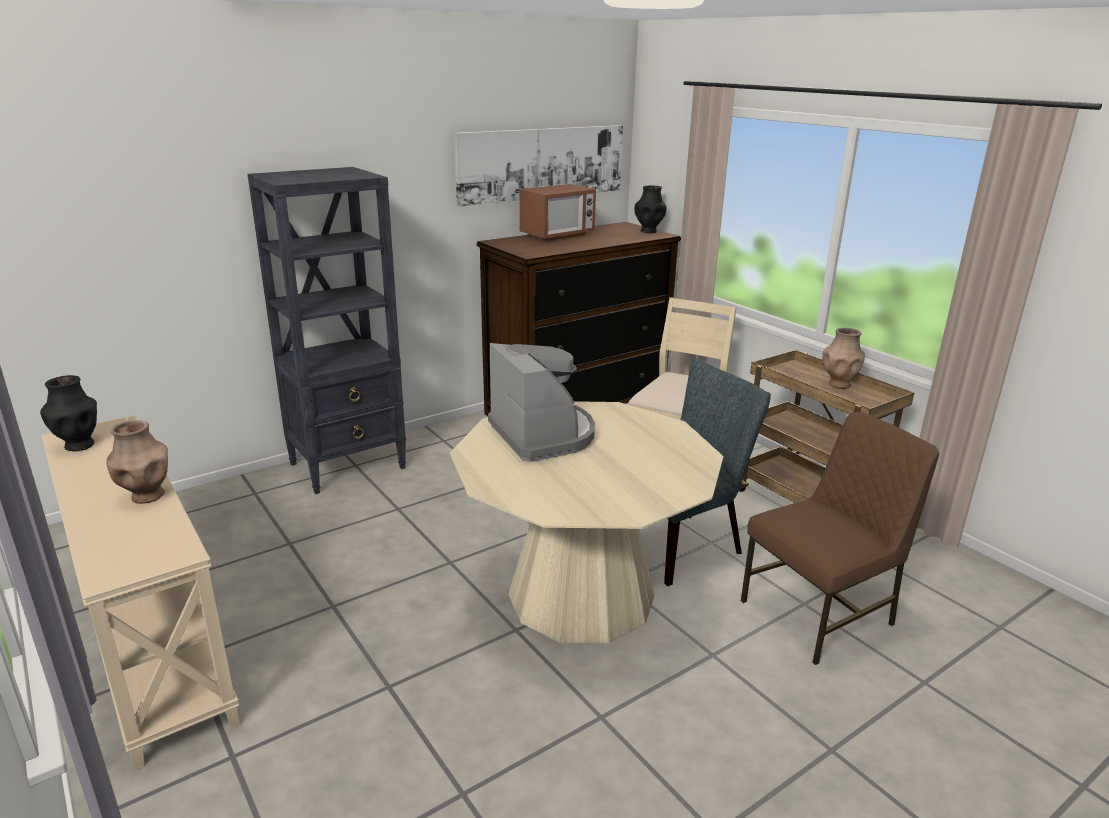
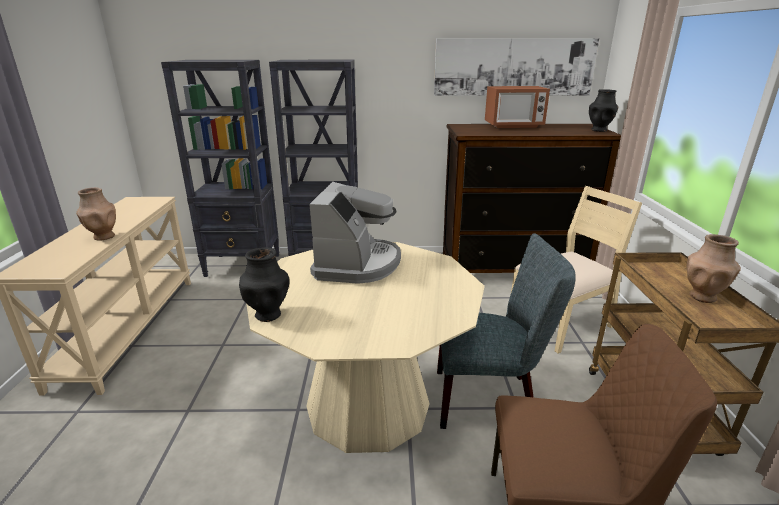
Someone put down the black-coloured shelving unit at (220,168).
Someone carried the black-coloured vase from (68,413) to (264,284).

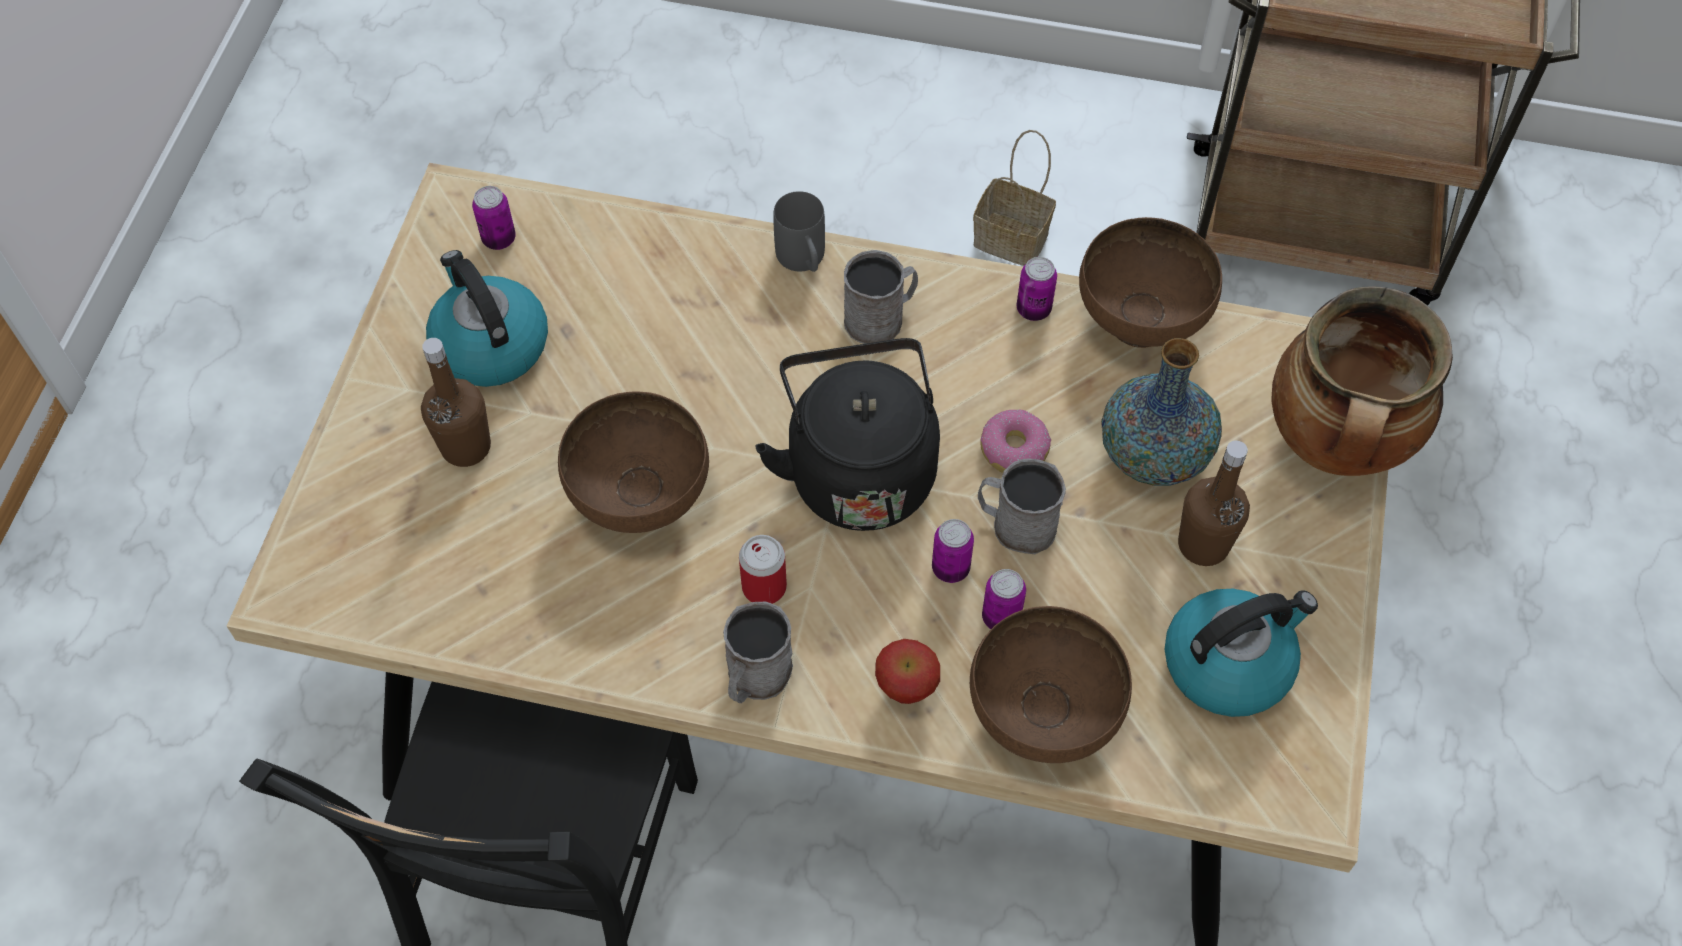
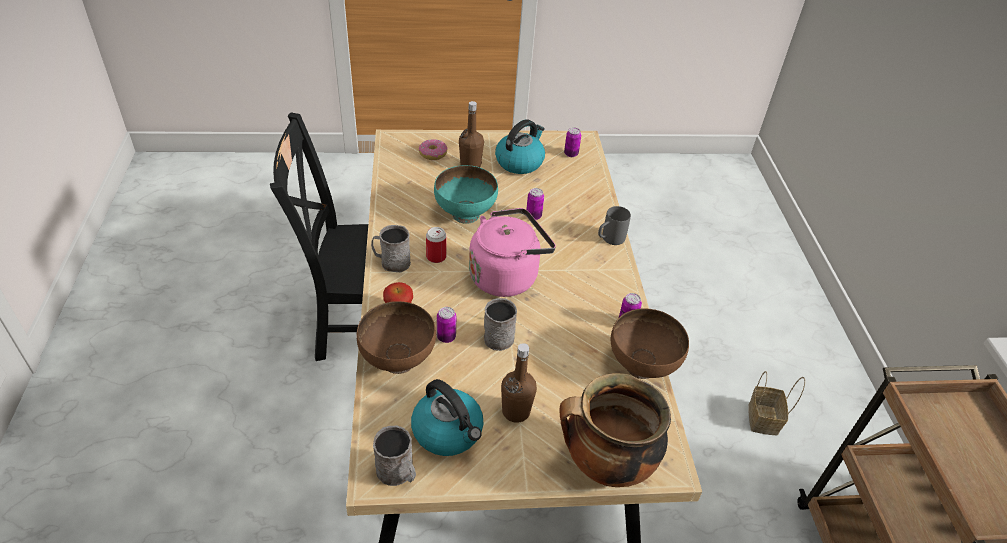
Someone carried the grey coffee mug from (881,297) to (394,456).
Someone carried the doughnut from (1015,441) to (433,149).
Someone repainted the brown-coloured serving bowl at (633,462), which became the turquoise-coloured serving bowl at (466,194).
Someone repainted the black-coloured kettle at (847,434), which became the pink-coloured kettle at (512,252).
Someone carried the sealed can from (953,551) to (535,204).
Someone took away the vase at (1161,412).

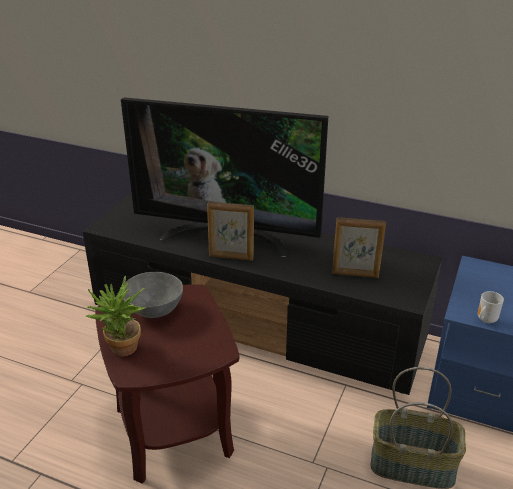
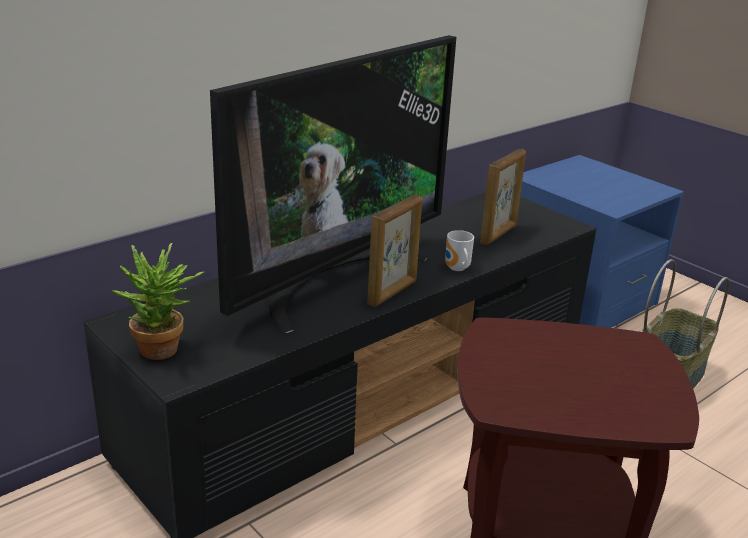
Someone carried the houseplant from (116,316) to (158,301).
Someone carried the coffee mug from (491,307) to (459,250).
Someone took away the grey serving bowl at (153,295).

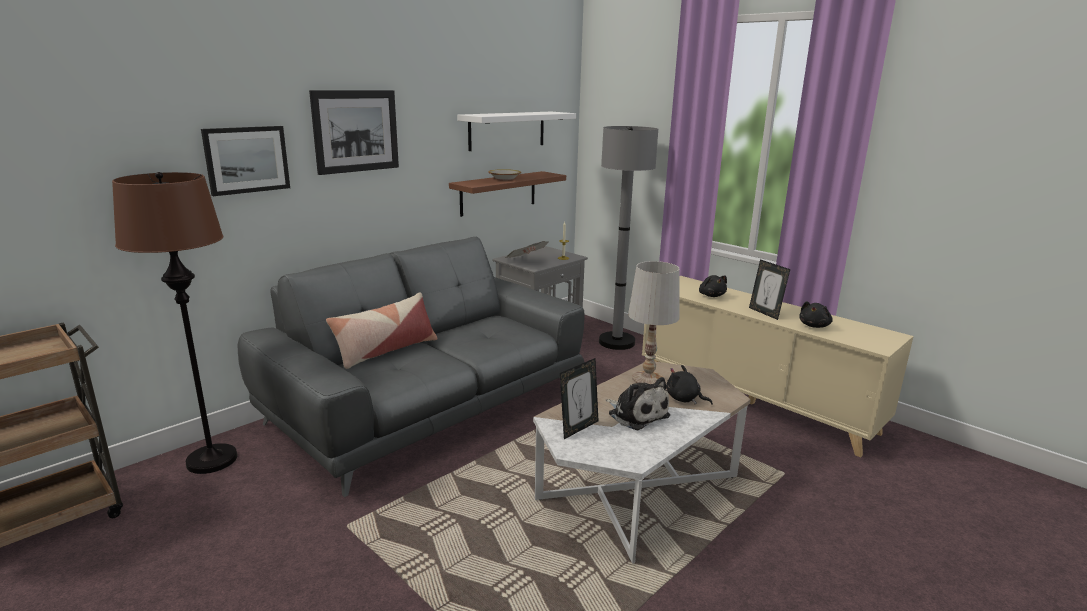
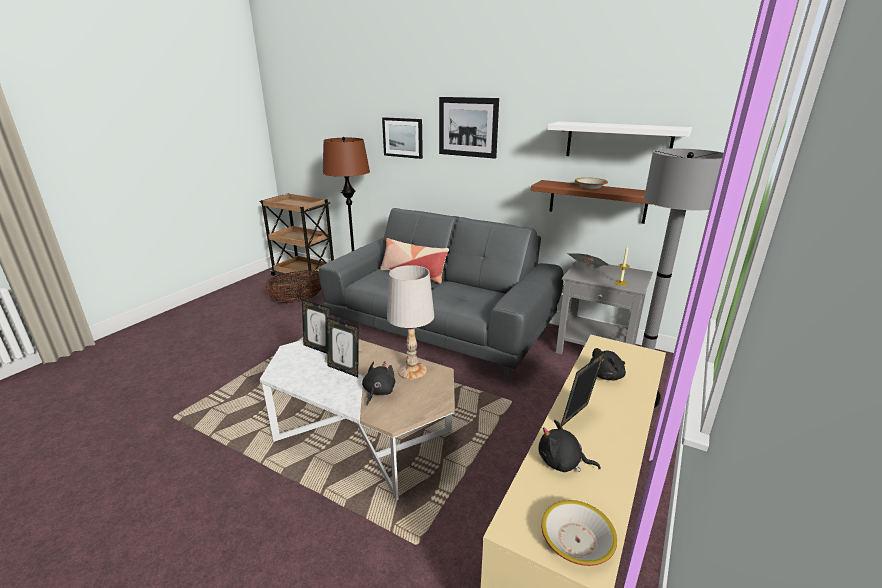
Someone put down the basket at (293,286).
Someone swapped the cuddly toy at (638,403) for the picture frame at (343,347).
Someone put down the serving bowl at (579,533).

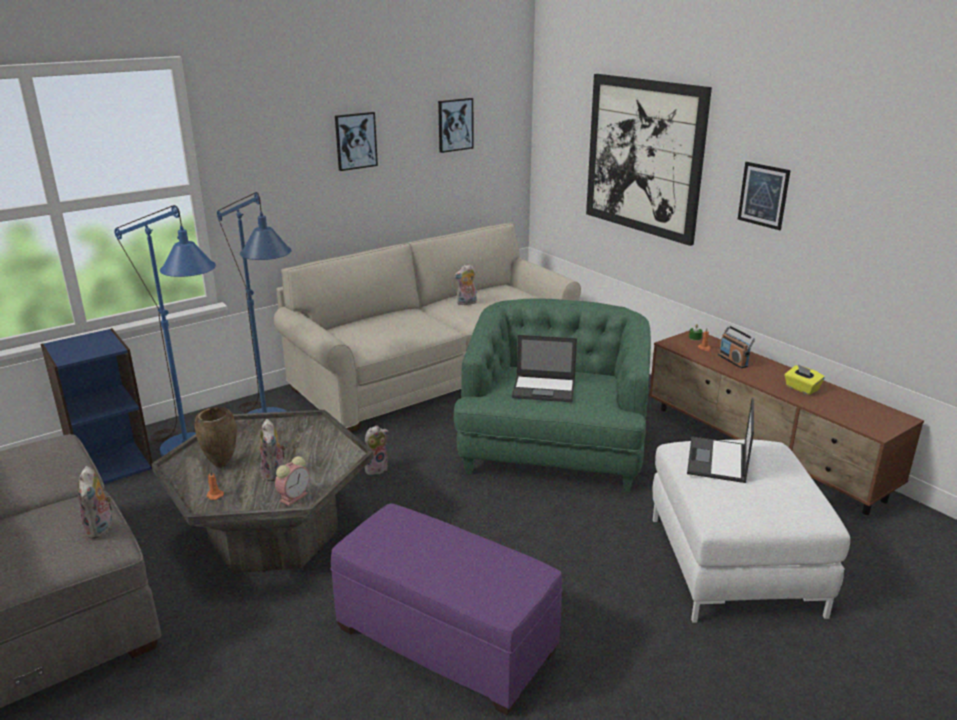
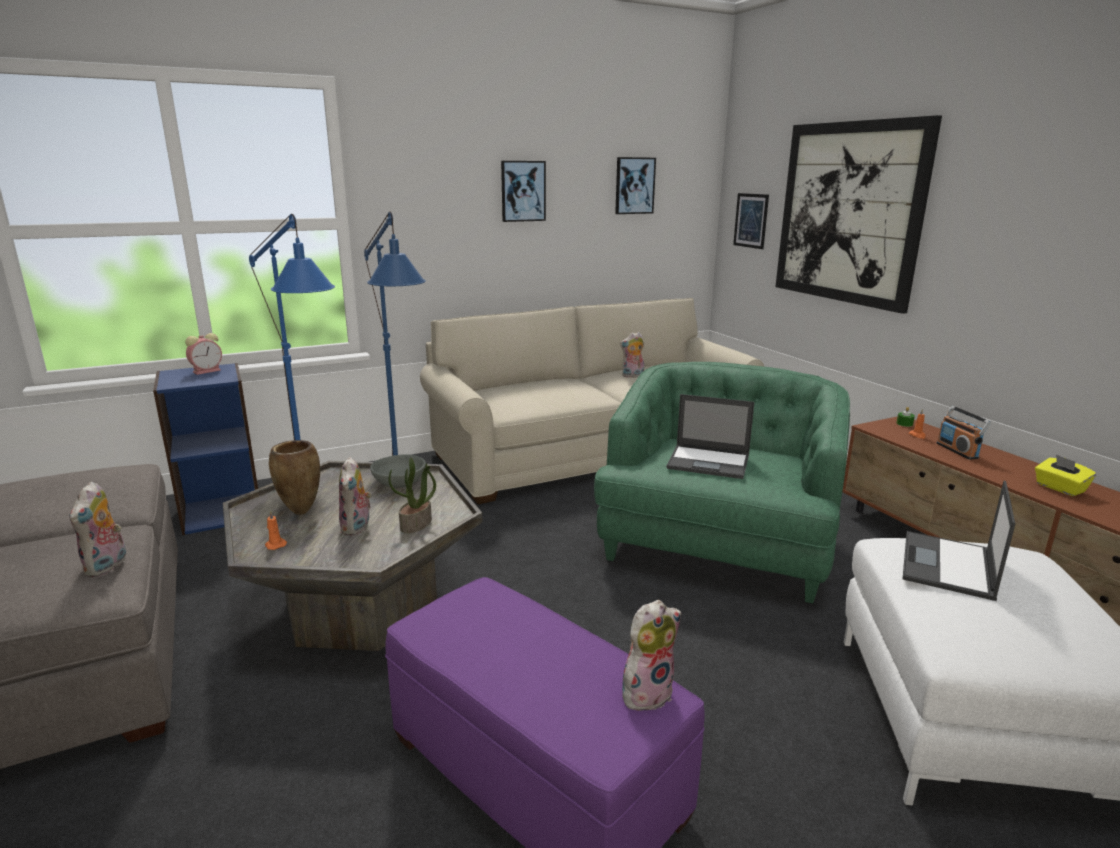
Someone carried the alarm clock from (292,481) to (203,354).
Someone put down the grey serving bowl at (398,471).
Someone put down the houseplant at (412,495).
Someone carried the cuddly toy from (376,450) to (651,657).
Someone carried the wall art from (764,196) to (751,221).

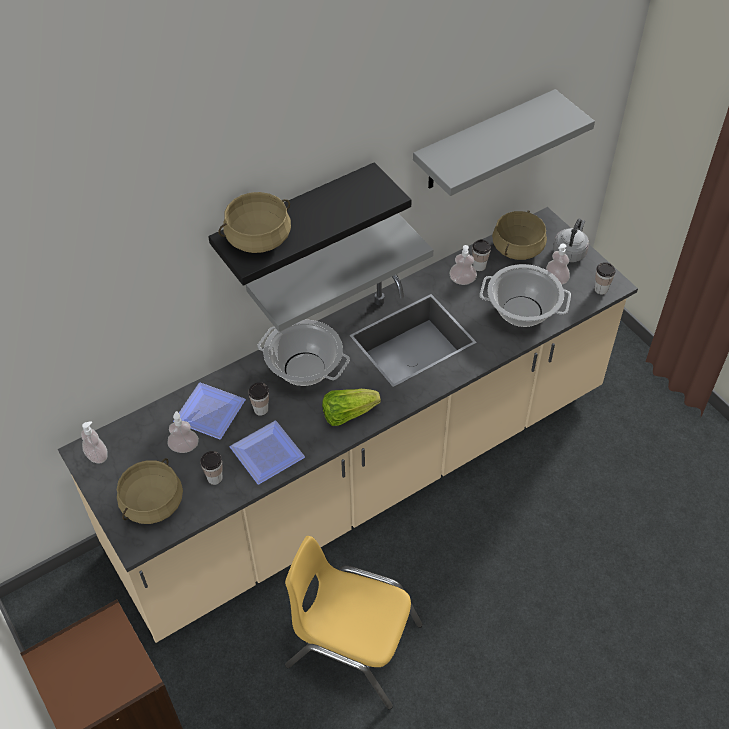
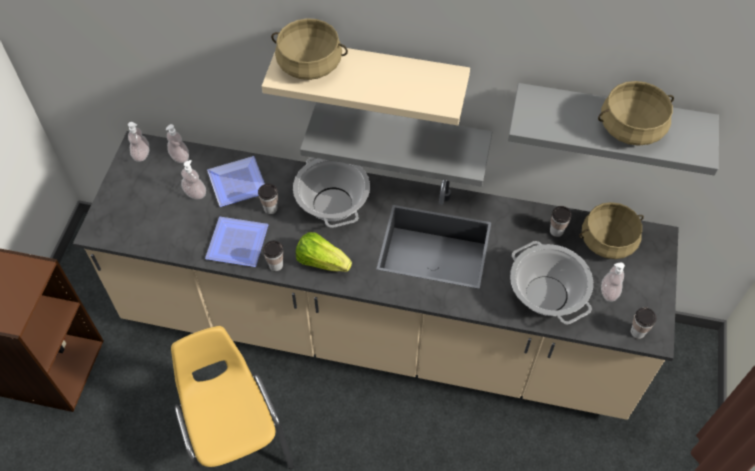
Someone carried the liquid soap bottle from (463,265) to (177,143).
Someone repainted the black-coloured bracket shelf at (310,224), which became the beige-coloured bracket shelf at (366,86).
Someone carried the cup from (211,468) to (273,256).
Someone carried the beige-coloured cooking pot from (150,491) to (636,113).
Someone took away the grey kettle at (571,240).

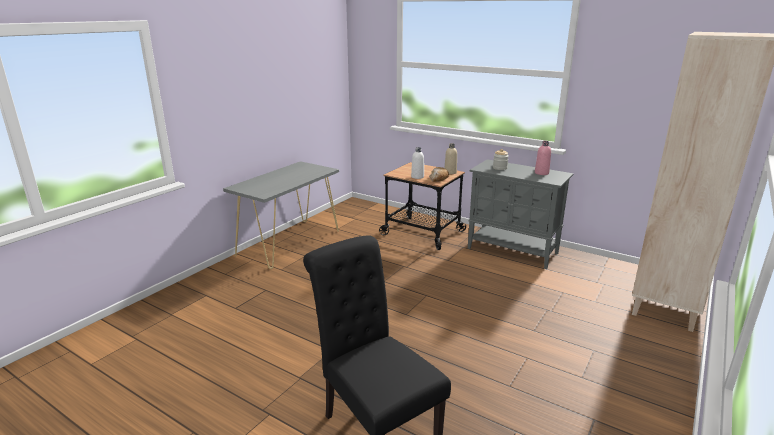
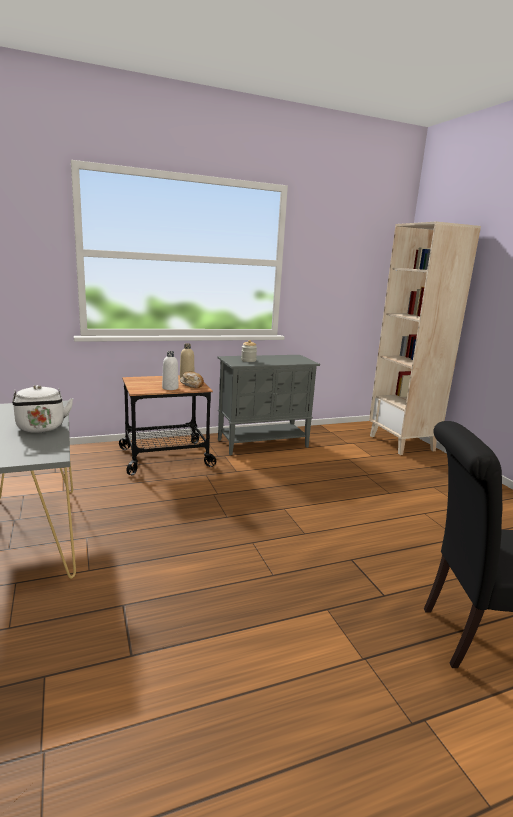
Someone put down the white kettle at (42,409).
Someone took away the pink-coloured bottle at (543,158).

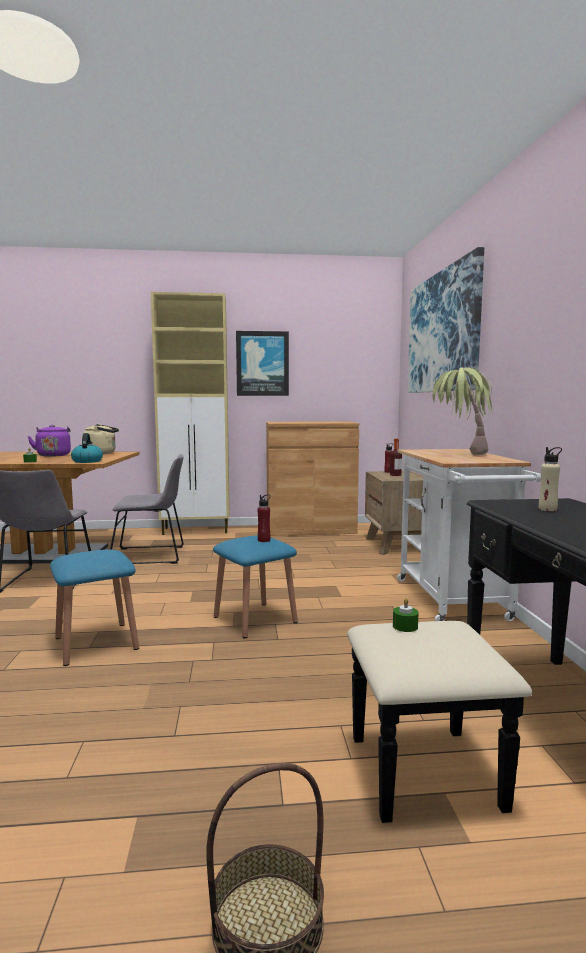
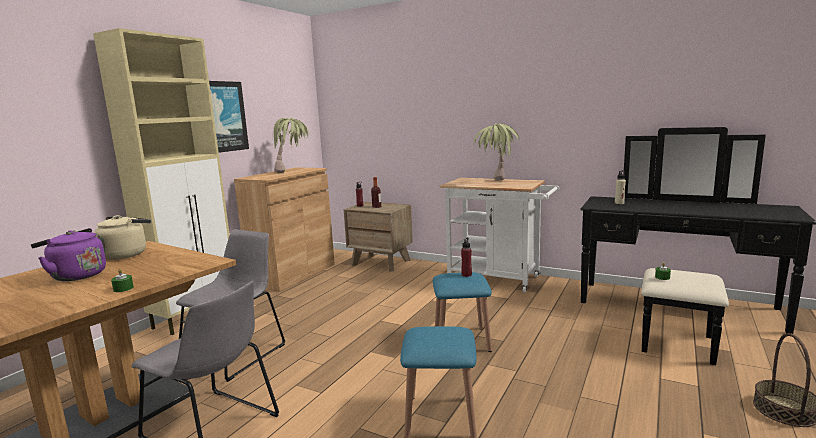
Someone put down the houseplant at (290,145).
Someone took away the kettle at (87,448).
Someone took away the wall art at (446,320).

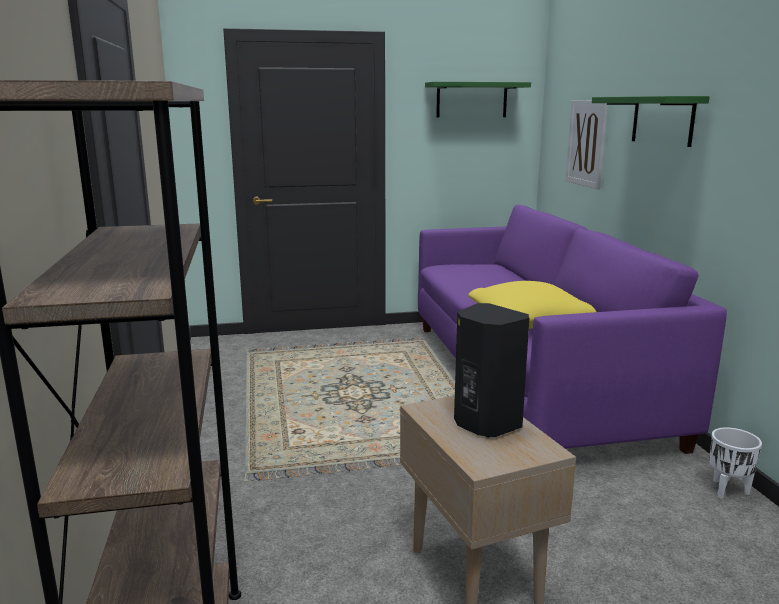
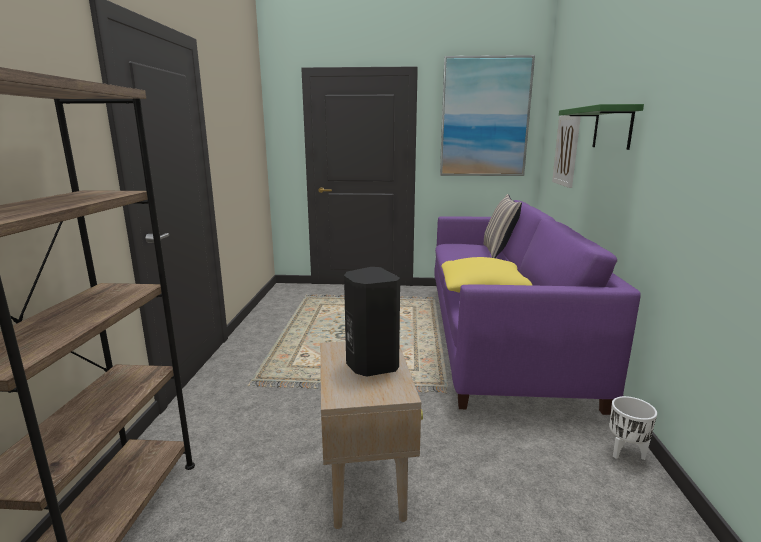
Someone swapped the greenish bracket shelf at (478,100) for the wall art at (487,115).
Someone put down the throw pillow at (503,226).

